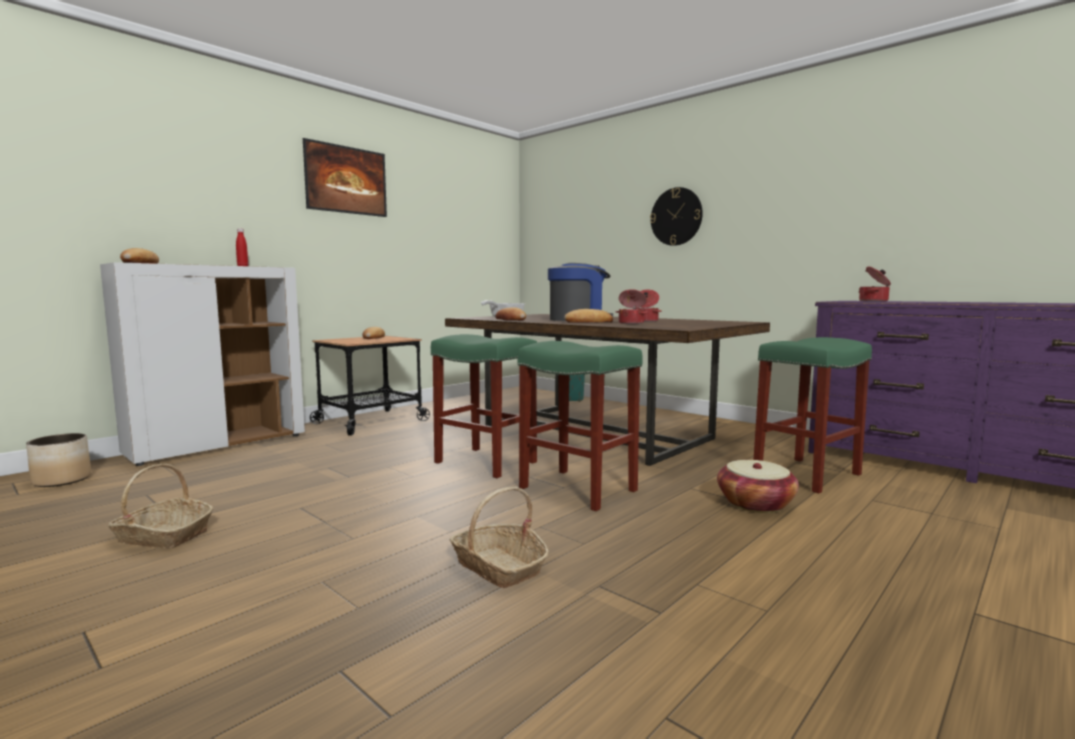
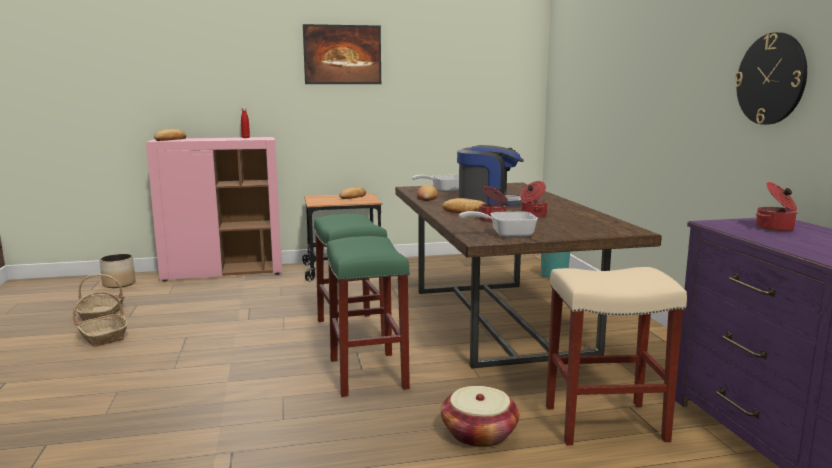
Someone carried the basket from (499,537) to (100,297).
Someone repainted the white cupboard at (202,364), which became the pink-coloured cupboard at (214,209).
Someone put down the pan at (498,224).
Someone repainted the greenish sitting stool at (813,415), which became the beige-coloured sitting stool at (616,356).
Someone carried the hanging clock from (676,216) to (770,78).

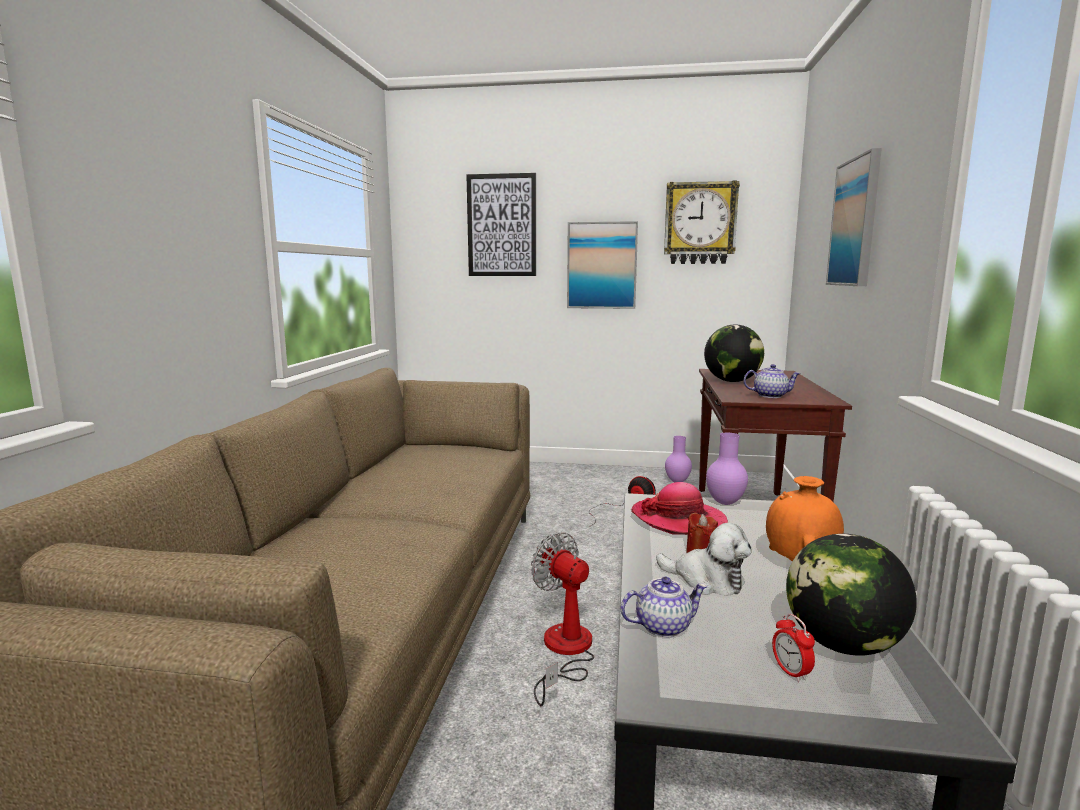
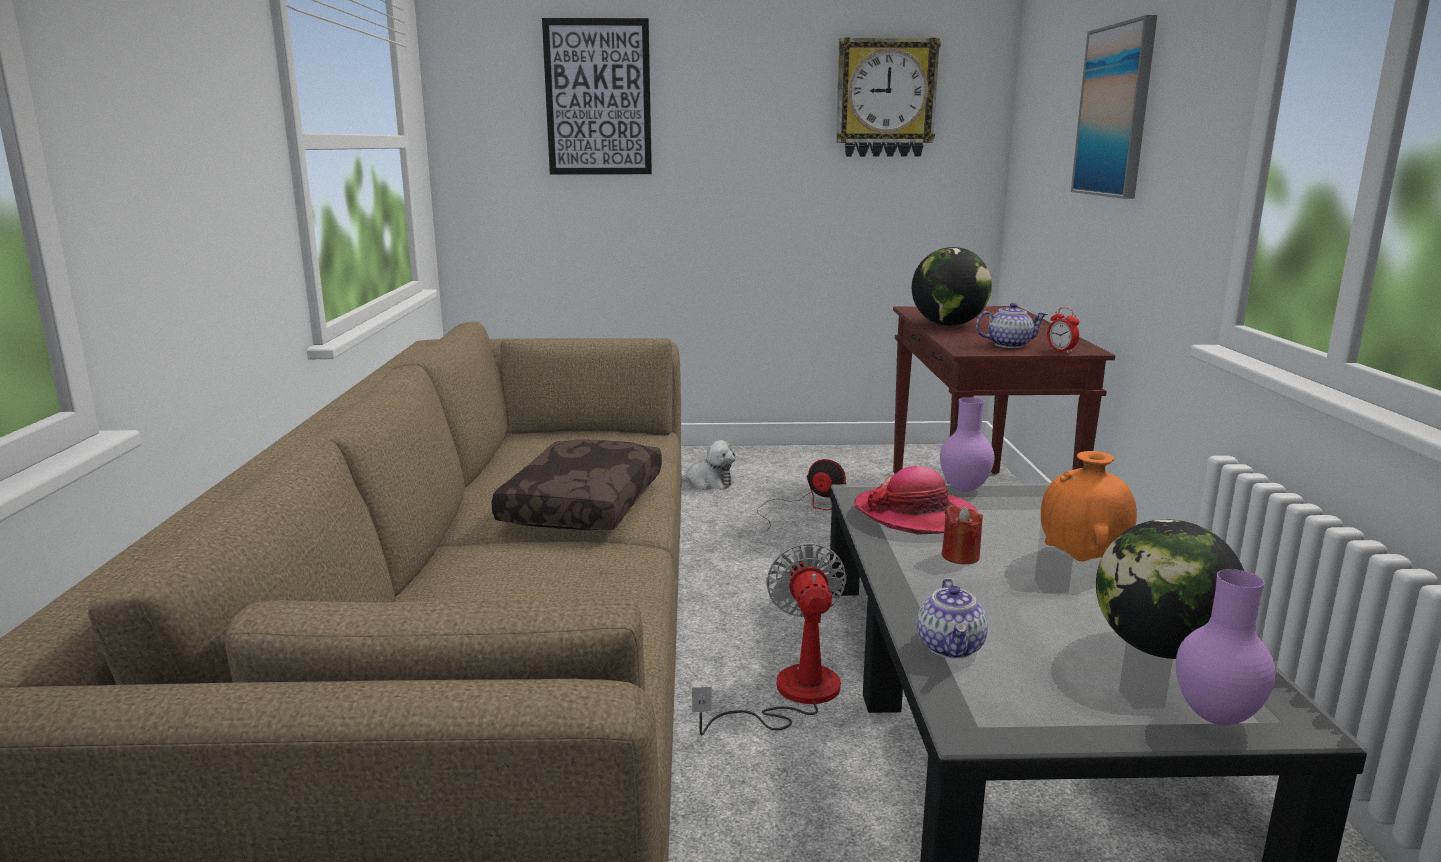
Someone put down the brown-coloured throw pillow at (577,484).
Someone carried the cuddly toy from (704,559) to (708,465).
Someone rotated the fan at (562,619) by 45 degrees clockwise.
Someone rotated the pot for tea at (664,607) by 120 degrees clockwise.
Someone carried the alarm clock from (793,648) to (1063,330).
Someone carried the purplish vase from (678,459) to (1226,647).
Someone took away the wall art at (602,265).

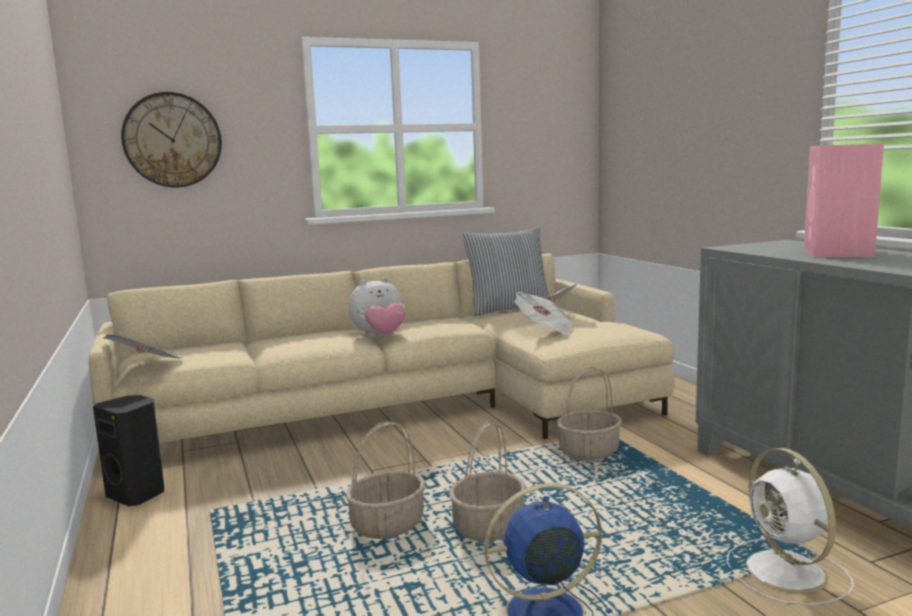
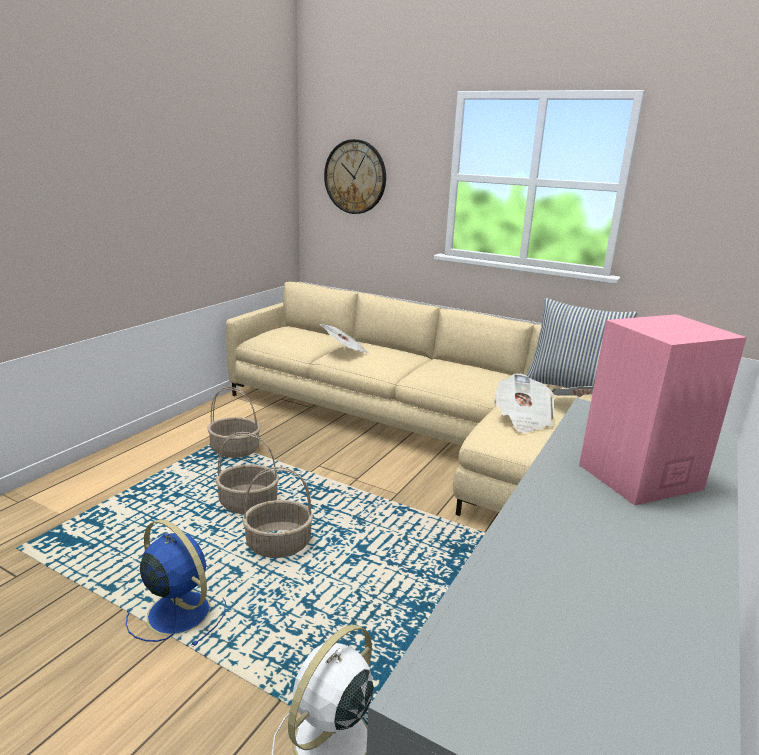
Someone carried the basket from (589,413) to (233,422).
Someone carried the daily paper from (142,346) to (345,339).
Someone took away the black-coloured speaker at (128,450).
Someone took away the cuddly toy at (377,307).

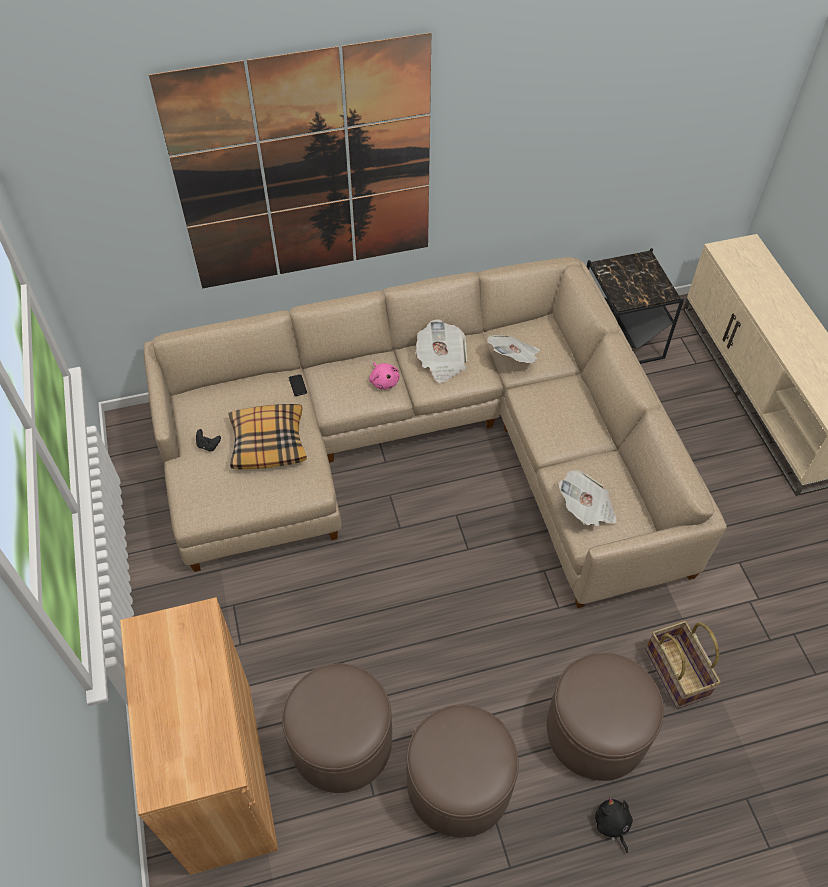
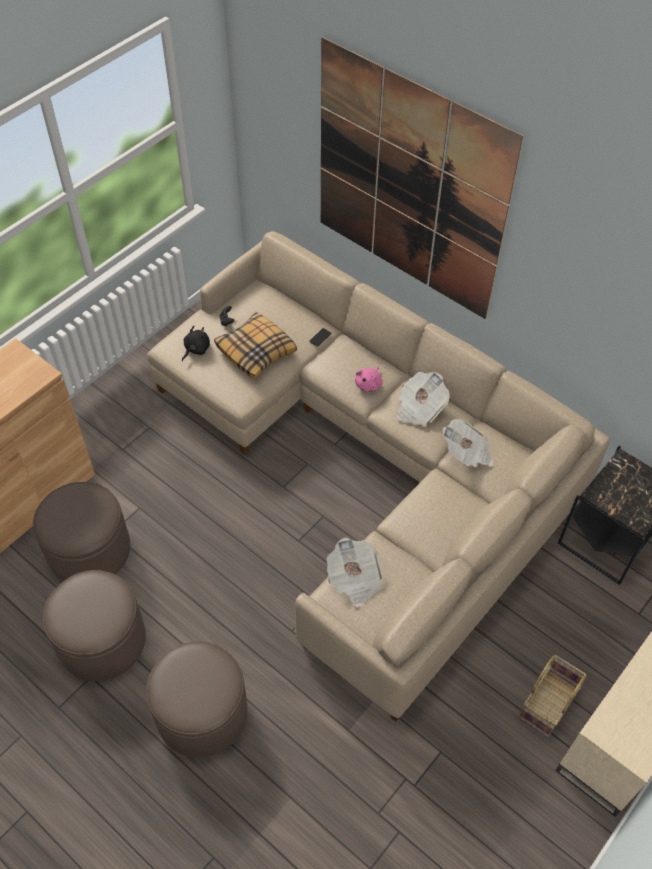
Someone carried the black-coloured cuddly toy from (614,825) to (196,343).
Someone carried the basket from (683,665) to (552,696).

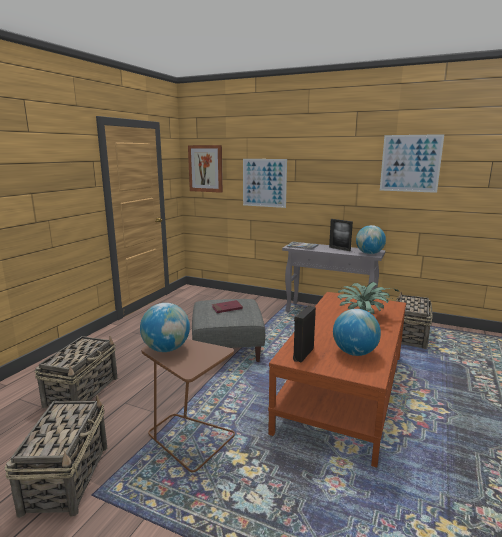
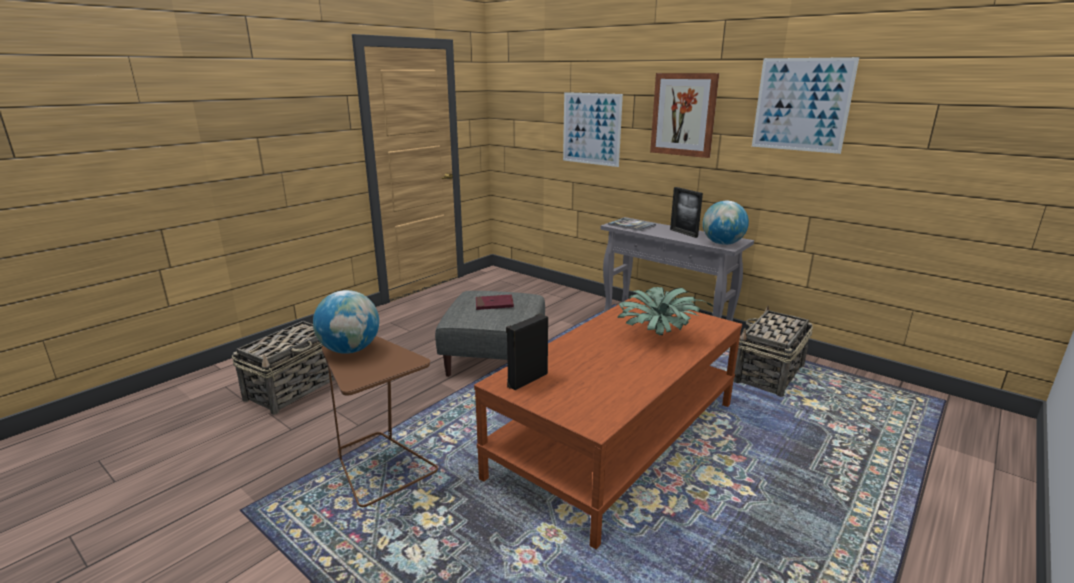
Someone carried the wall art from (205,169) to (684,115).
Someone took away the basket at (56,456).
Someone took away the globe at (357,332).

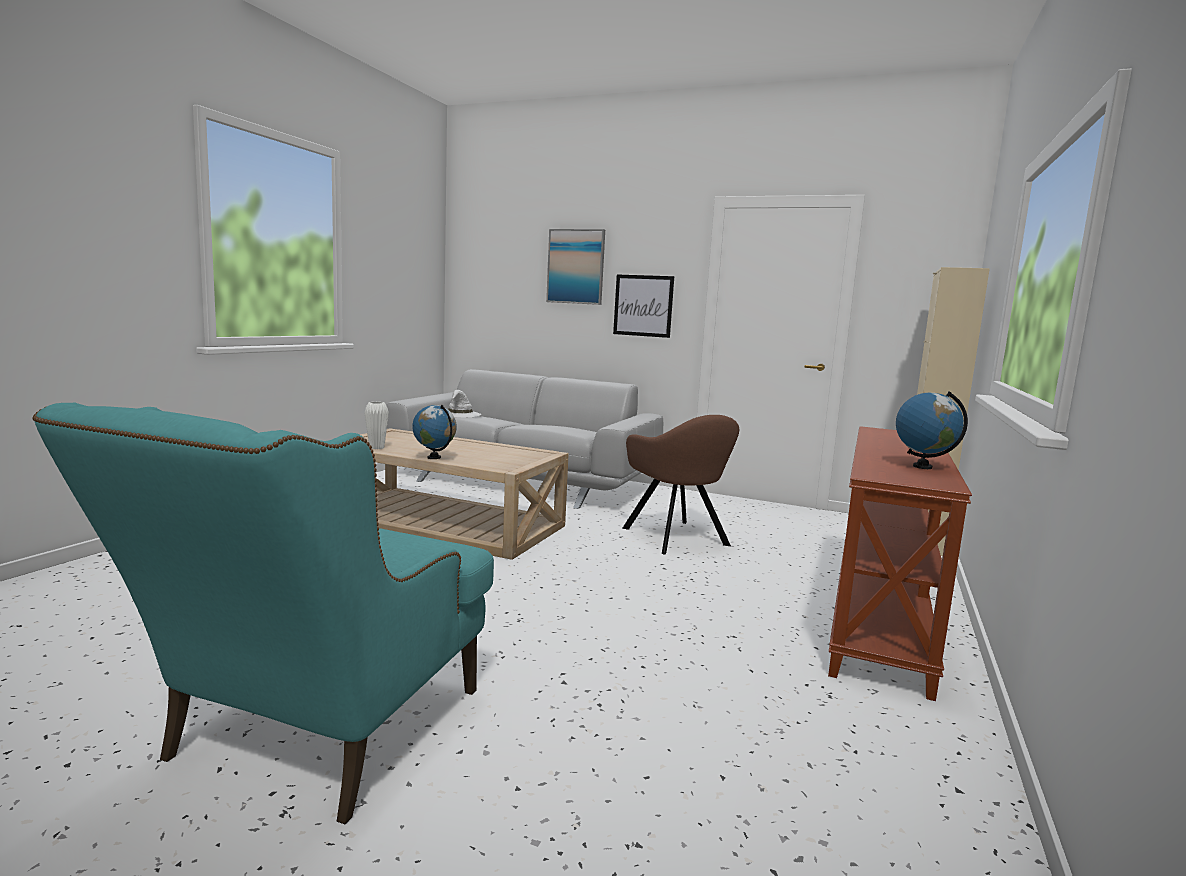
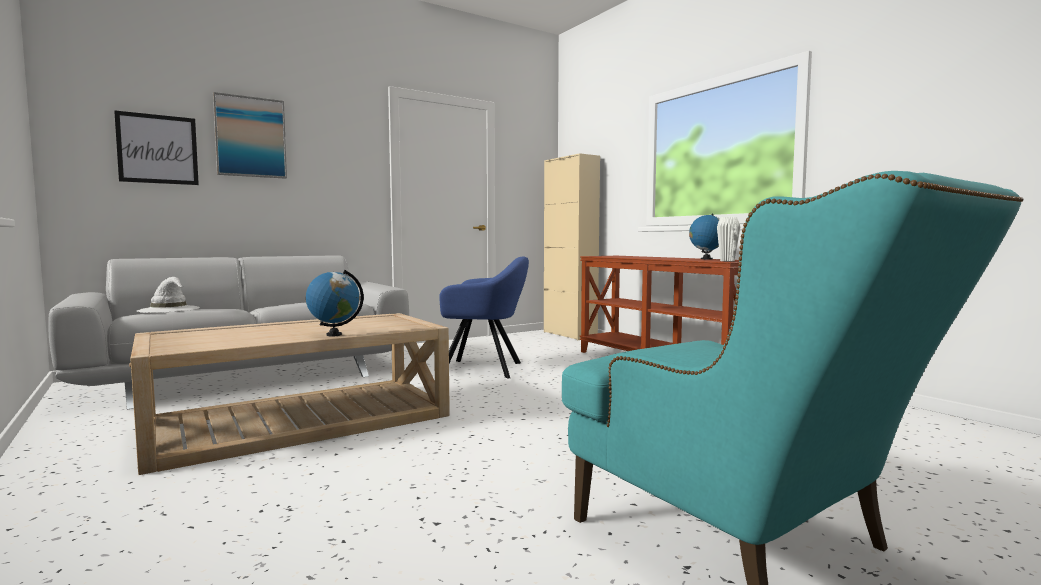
Someone carried the wall art from (643,306) to (156,147).
Someone repainted the brown-coloured armchair at (680,484), which became the bluish armchair at (484,317).
Someone carried the white vase from (376,425) to (728,239).

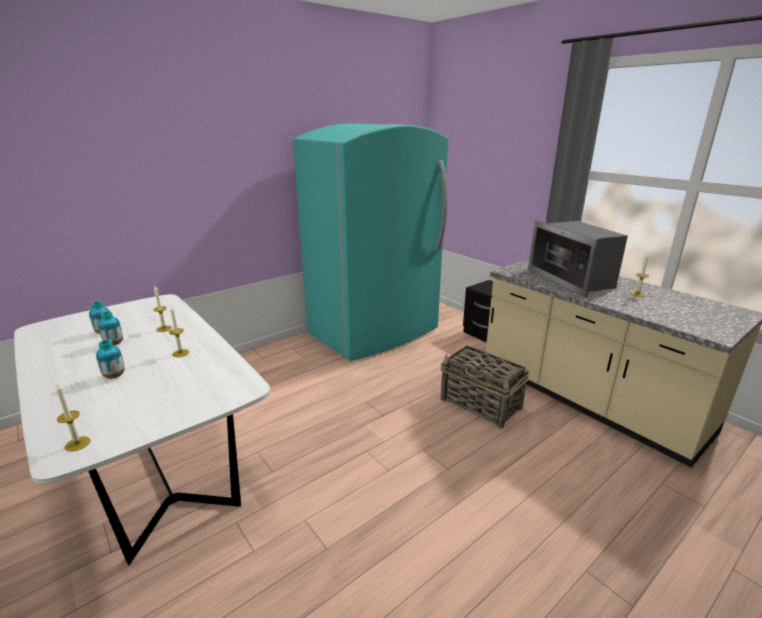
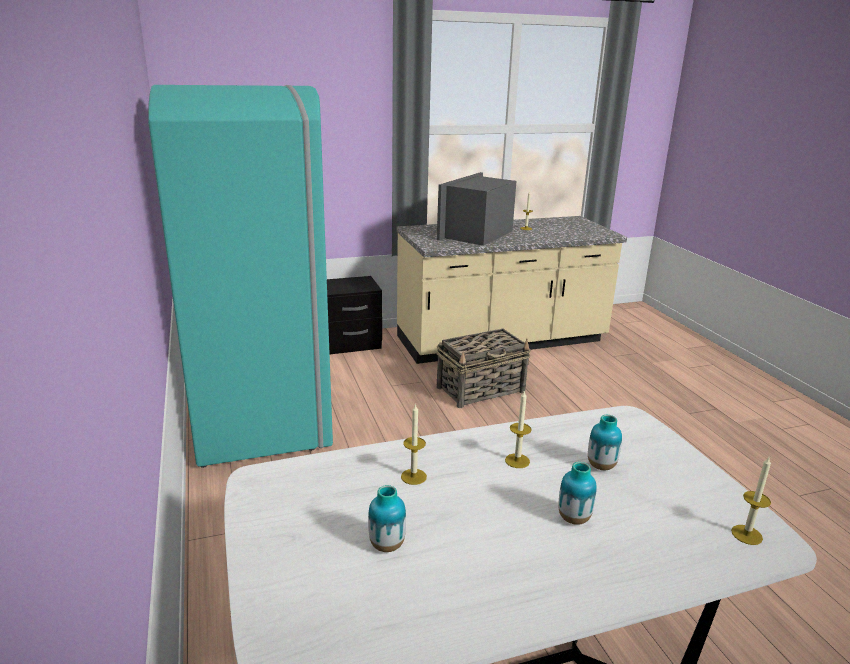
Someone rotated the microwave oven at (578,259) by 120 degrees clockwise.
Someone carried the vase from (110,328) to (605,442).

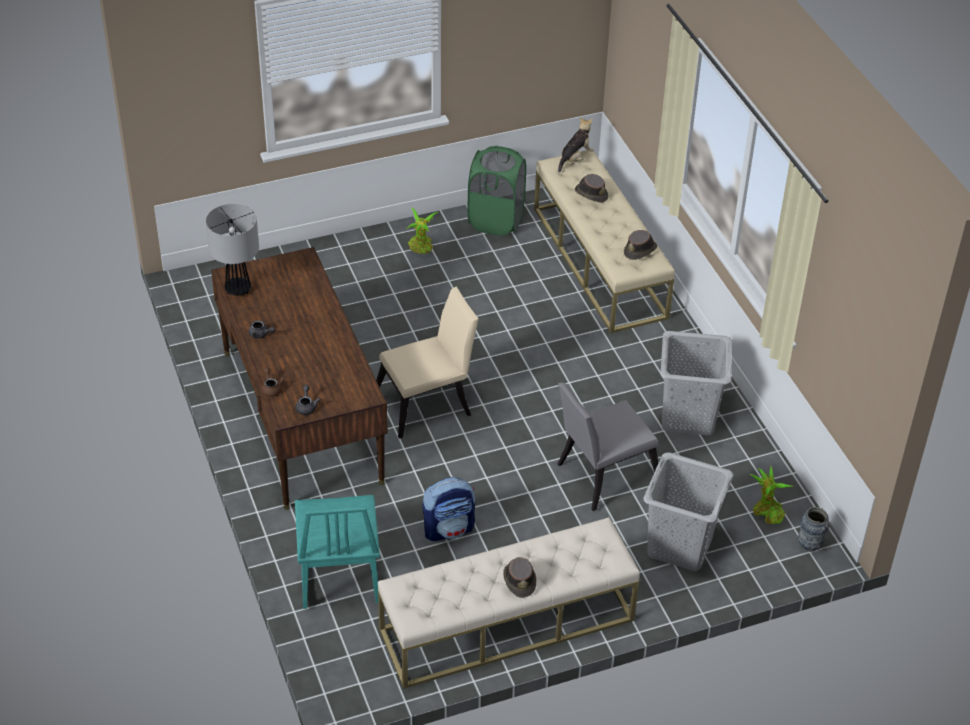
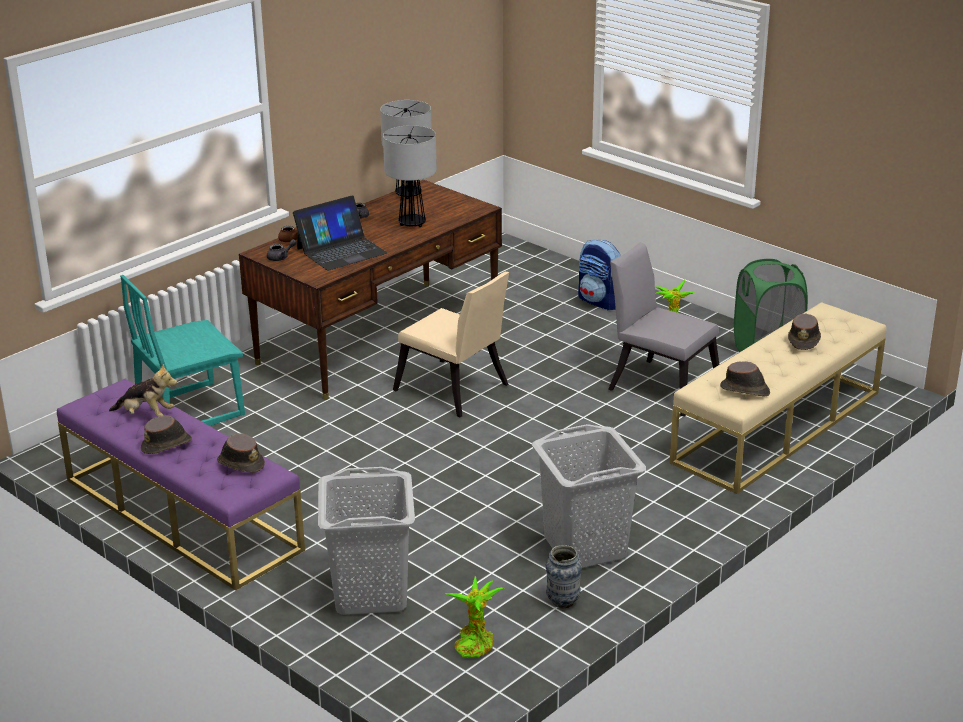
Someone repainted the beige-coloured bench at (509,603), which became the purplish bench at (181,485).
Someone carried the cuddly toy from (575,144) to (143,390).
Someone put down the brown-coloured clothing hat at (241,453).
Someone put down the laptop at (340,233).
Someone put down the lamp for a table at (410,176).
Someone carried the vase from (813,529) to (564,576).
Someone carried the knapsack from (448,509) to (599,274).
Someone carried the grey chair from (608,446) to (663,329).

